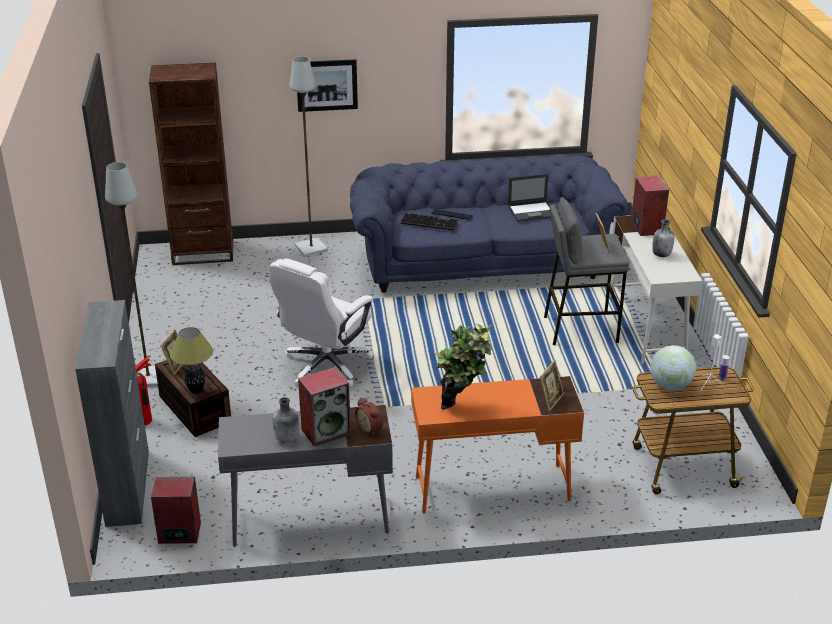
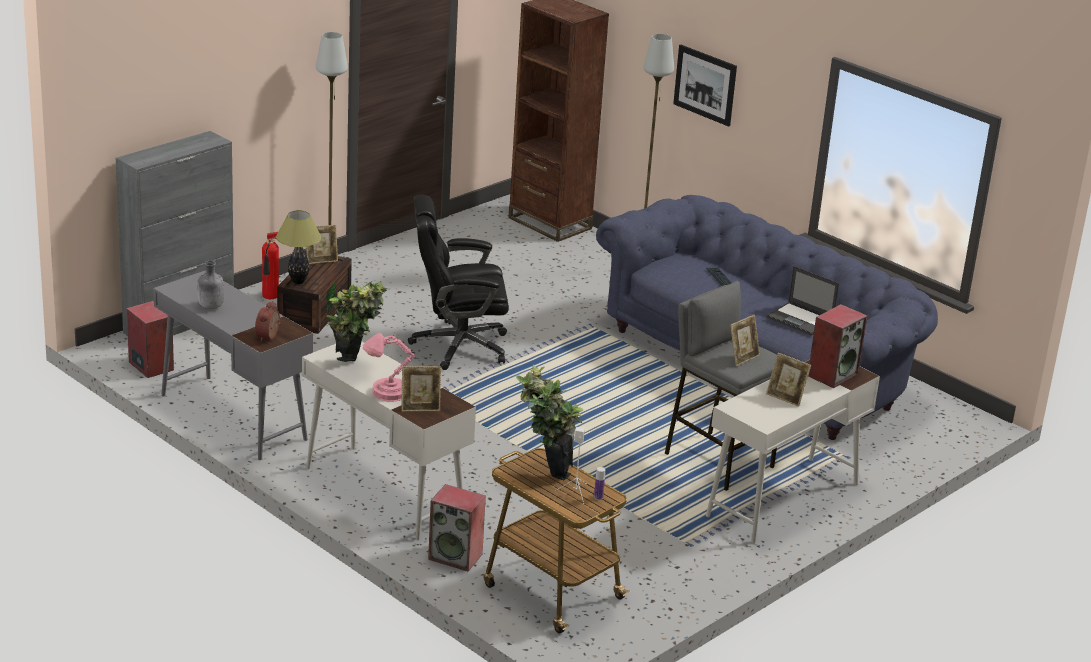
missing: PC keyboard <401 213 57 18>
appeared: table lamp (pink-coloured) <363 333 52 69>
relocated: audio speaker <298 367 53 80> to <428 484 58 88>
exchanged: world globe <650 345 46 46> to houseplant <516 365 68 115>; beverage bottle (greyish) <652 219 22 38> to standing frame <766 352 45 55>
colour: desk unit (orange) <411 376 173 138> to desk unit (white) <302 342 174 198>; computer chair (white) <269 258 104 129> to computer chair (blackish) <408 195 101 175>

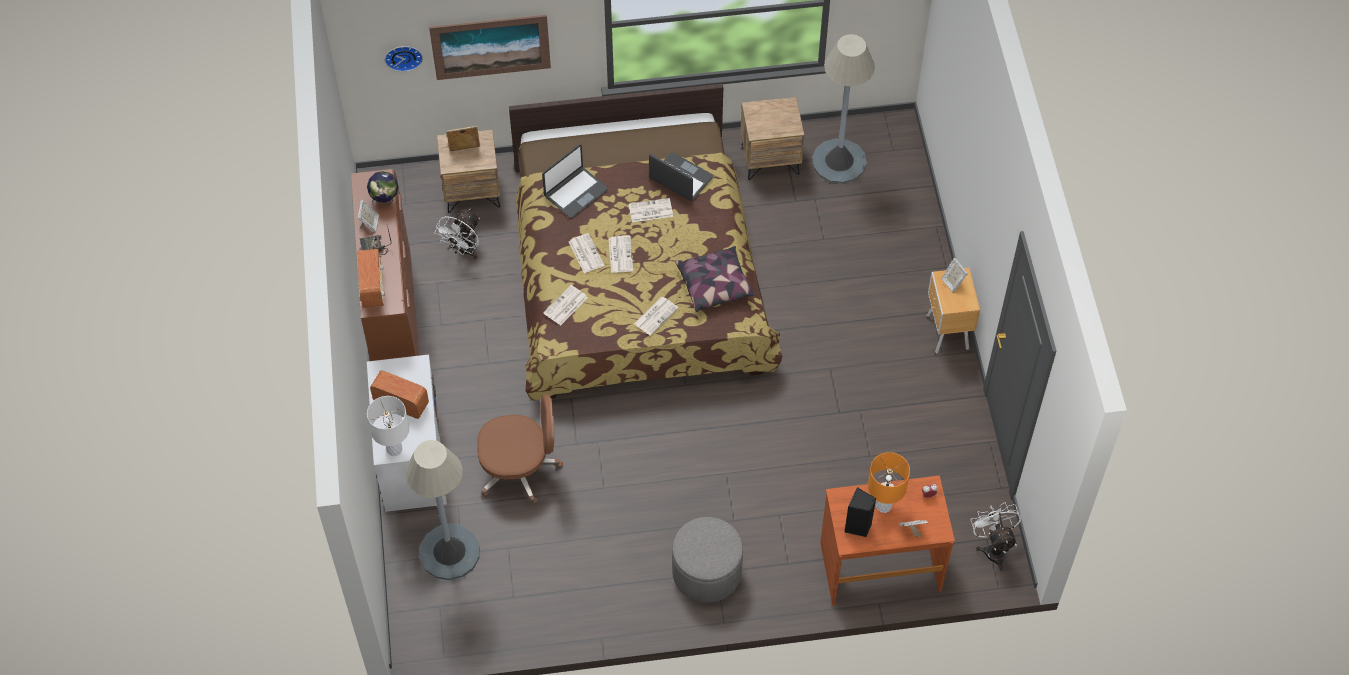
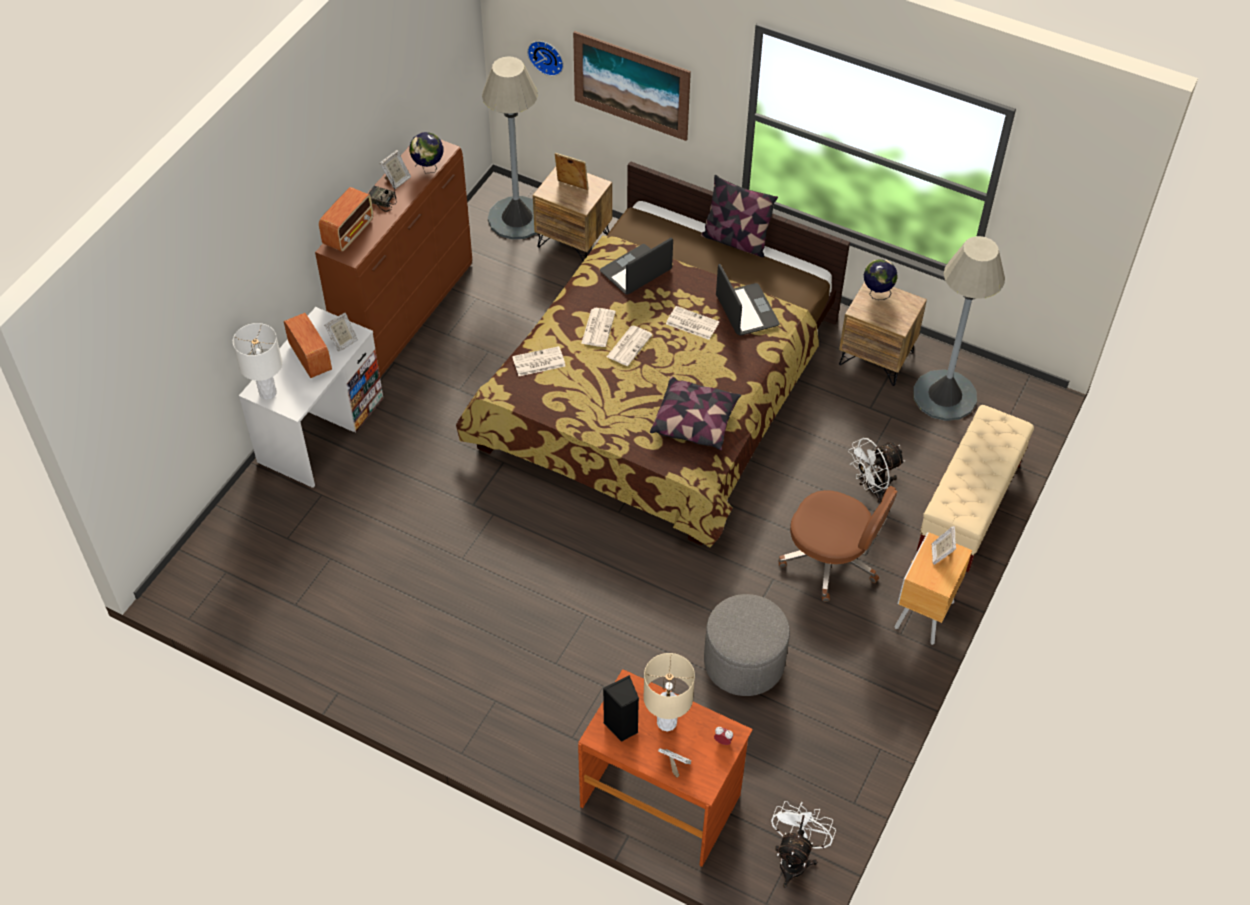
missing: newspaper <634 297 44 39>
appeared: standing frame <324 312 34 39>; pillow <701 175 77 83>; world globe <864 259 34 41>; bench (beige-coloured) <917 405 117 167>
relocated: standard lamp (greyish) <405 440 75 140> to <482 56 56 184>; footrest (greyish) <672 517 71 86> to <704 594 86 102>; computer chair (brownish) <477 394 86 111> to <778 486 120 116>; electric fan (white) <434 209 46 50> to <848 438 57 65>
colour: table lamp (orange) <868 452 42 61> to table lamp (beige-coloured) <643 653 52 78>
spun: laptop <542 144 66 74> = <600 238 73 57> 150 degrees clockwise

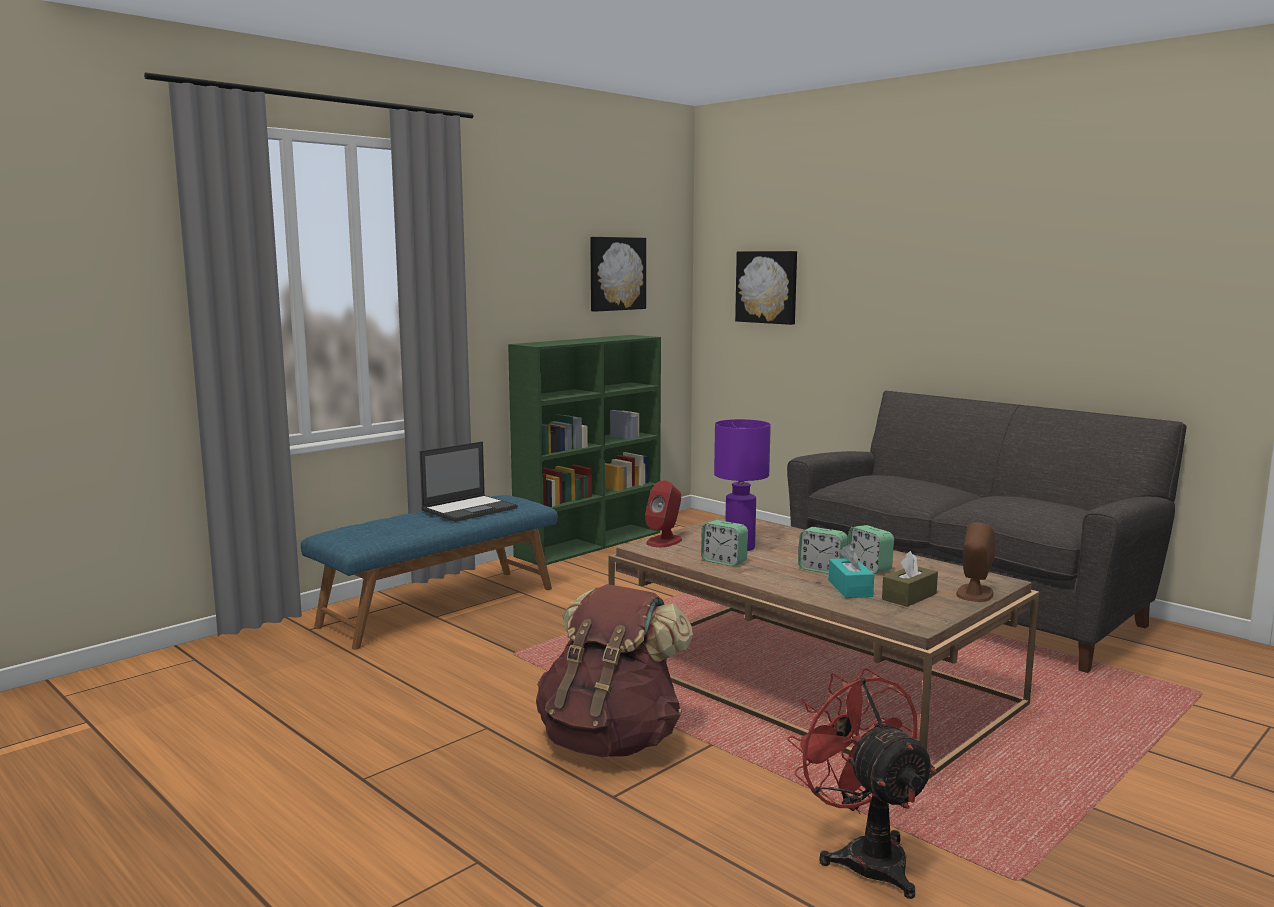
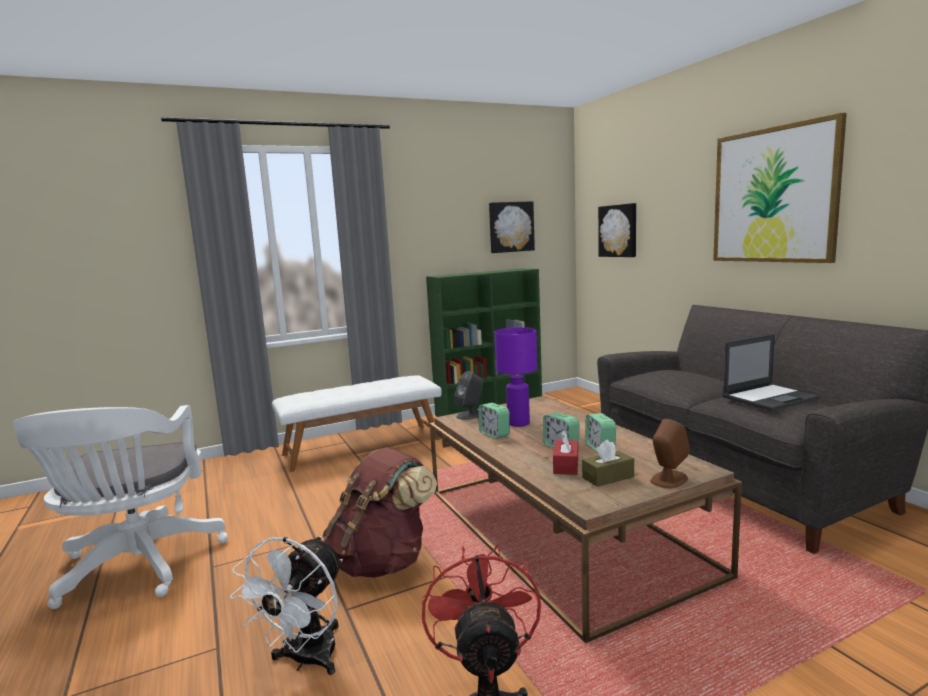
appeared: computer chair (white) <13 405 215 204>; electric fan (white) <230 536 113 139>; wall picture <713 113 134 150>
relocated: laptop <419 441 99 81> to <723 334 98 77>
colour: bench (blue) <301 495 257 155> to bench (white) <272 375 170 97>; audio speaker (red) <645 480 37 67> to audio speaker (greyish) <454 371 29 49>; box of tissues (turquoise) <828 544 46 54> to box of tissues (red) <553 430 25 45>

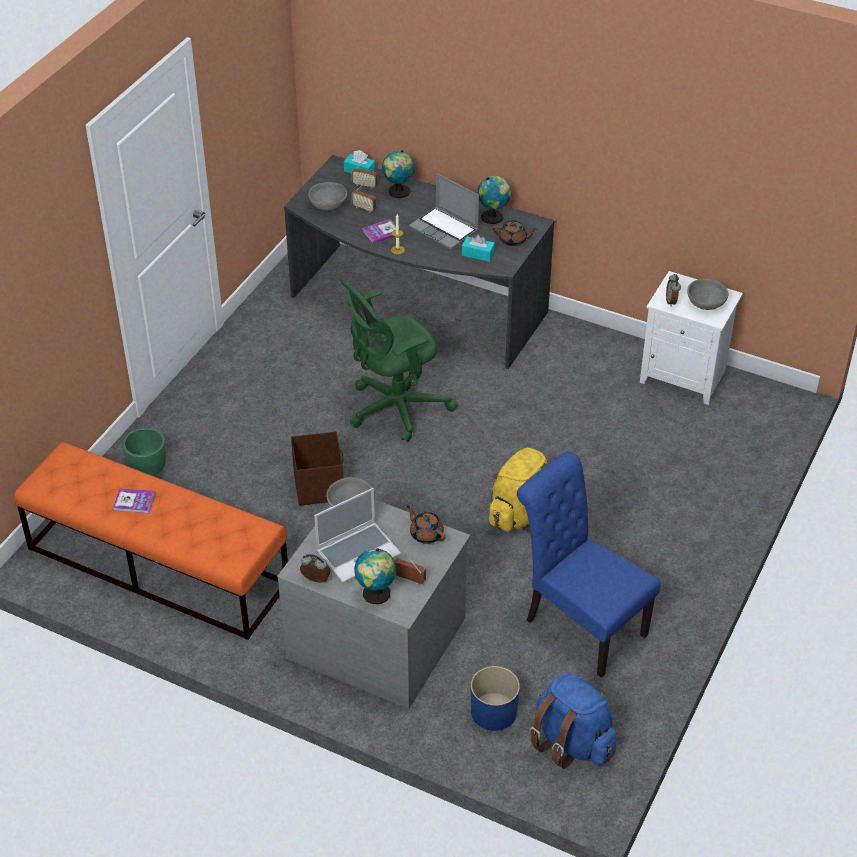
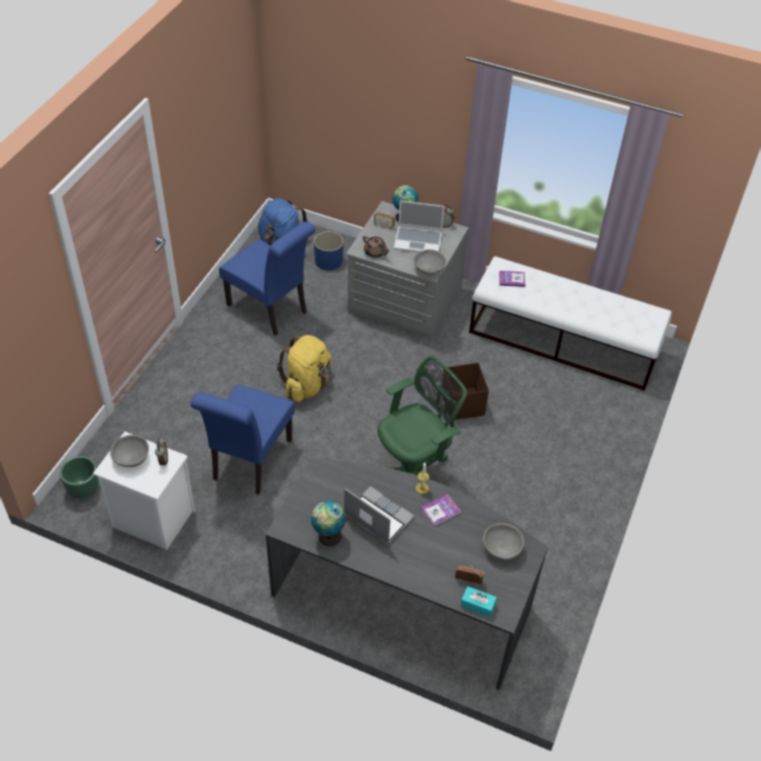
missing: radio <351 182 25 31>; world globe <382 150 33 48>; box of tissues (turquoise) <462 235 33 27>; teapot (brownish) <492 220 45 26>
appeared: plain chair (blue) <190 384 105 111>
relocated: plant pot (green) <122 428 44 48> to <60 456 39 42>; book <113 488 42 25> to <499 271 26 16>
colour: bench (orange) <14 442 274 198> to bench (white) <469 256 203 135>
spun: laptop <314 488 87 95> = <394 201 51 51> 135 degrees counterclockwise

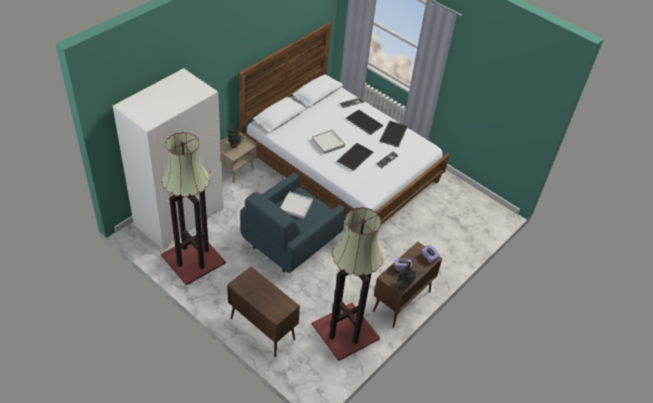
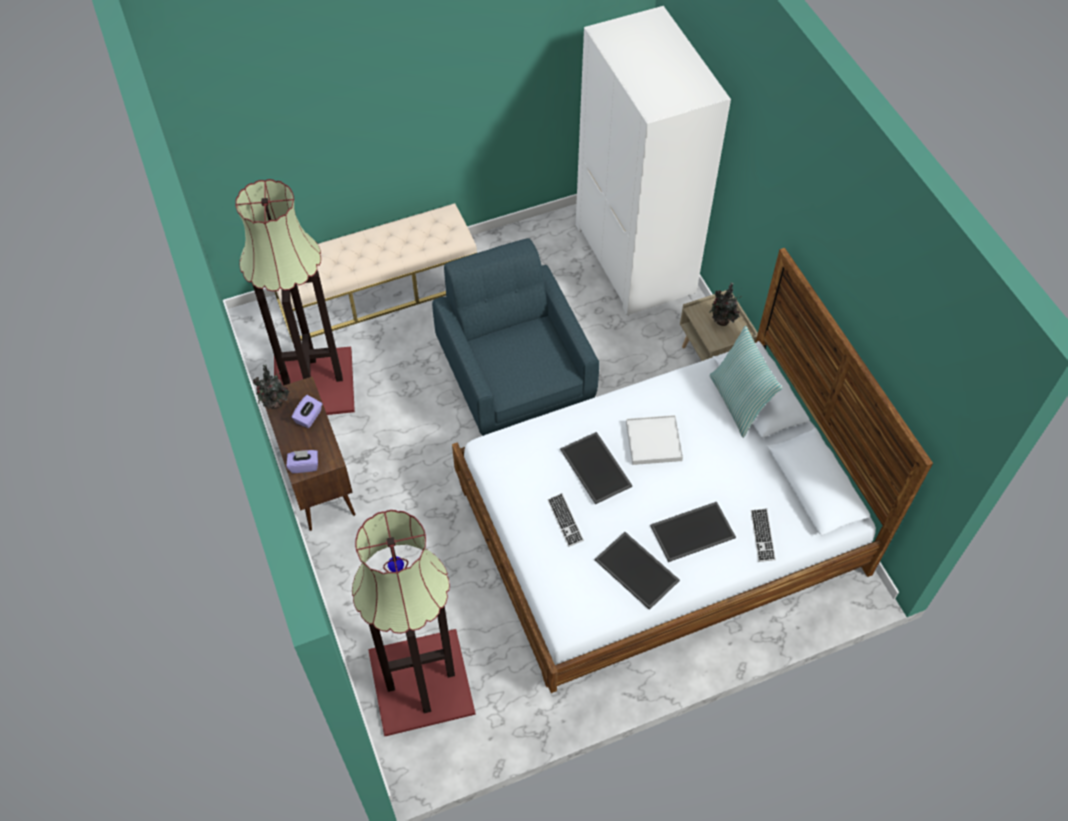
missing: carrying tray (white) <280 191 33 28>
appeared: pillow <710 326 72 112>
relocated: standard lamp <161 132 65 153> to <352 510 124 226>
exchanged: cupboard (brownish) <227 267 73 90> to bench (beige-coloured) <275 203 202 139>

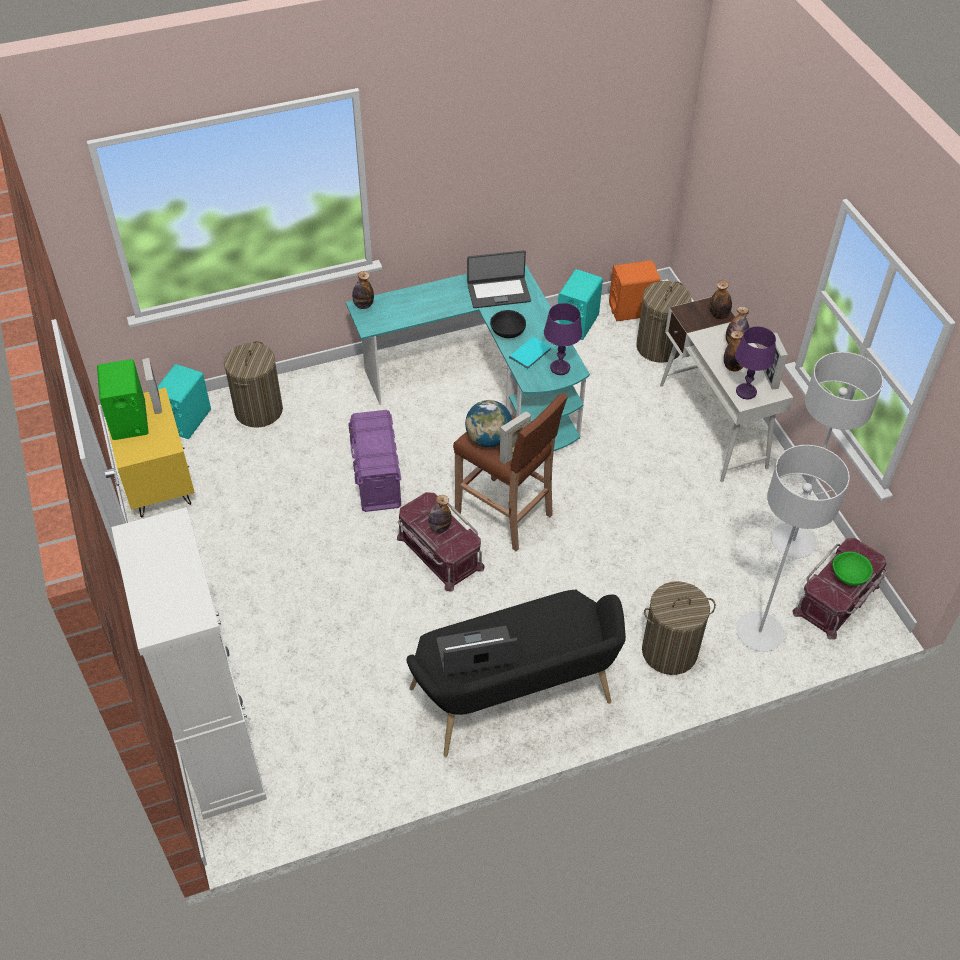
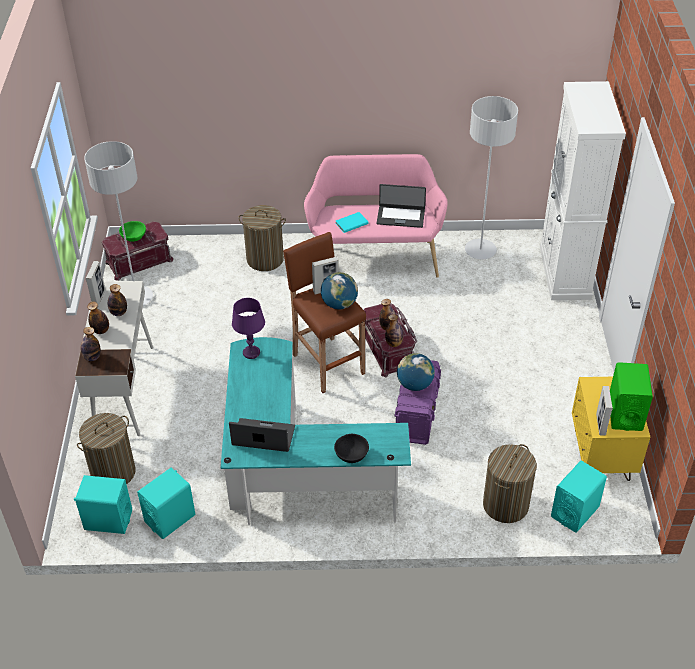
missing: table lamp (purplish) <735 326 41 73>
appeared: world globe <397 353 38 38>
relocated: bowl (blackish) <490 310 36 28> to <334 434 35 29>; book (turquoise) <509 337 42 33> to <336 212 33 21>; beverage bottle <352 271 22 38> to <385 314 18 33>; standard lamp (greyish) <736 445 114 207> to <465 96 53 163>
colour: audio speaker (orange) <609 260 52 61> to audio speaker (turquoise) <74 475 58 59>; bench (blackish) <407 589 219 168> to bench (pink-coloured) <304 154 144 124>

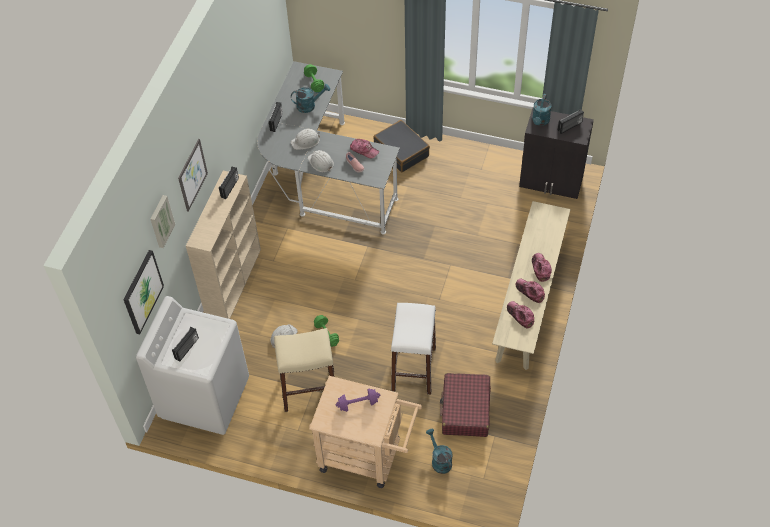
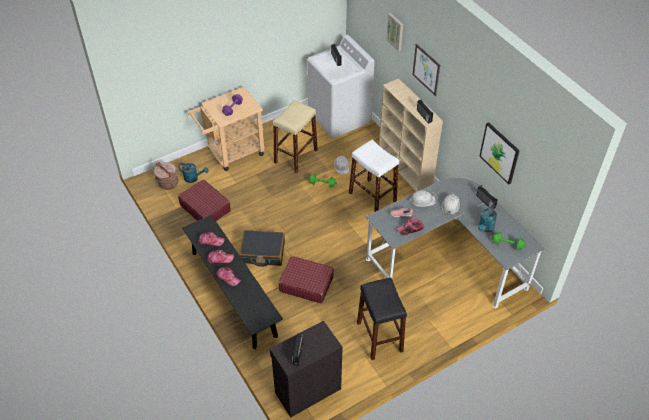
missing: watering can (turquoise) <532 94 19 32>
appeared: water bucket (brownish) <154 162 25 28>; piece of luggage (red) <278 256 56 47>; stool seat (blackish) <357 278 50 82>
relocated: piece of luggage (blackish) <373 120 57 52> to <240 230 45 37>; stool seat (white) <391 303 45 92> to <349 140 50 72>; wall picture <123 250 41 84> to <480 122 40 62>
colour: bench (beige-coloured) <492 201 79 169> to bench (blackish) <182 215 101 134>

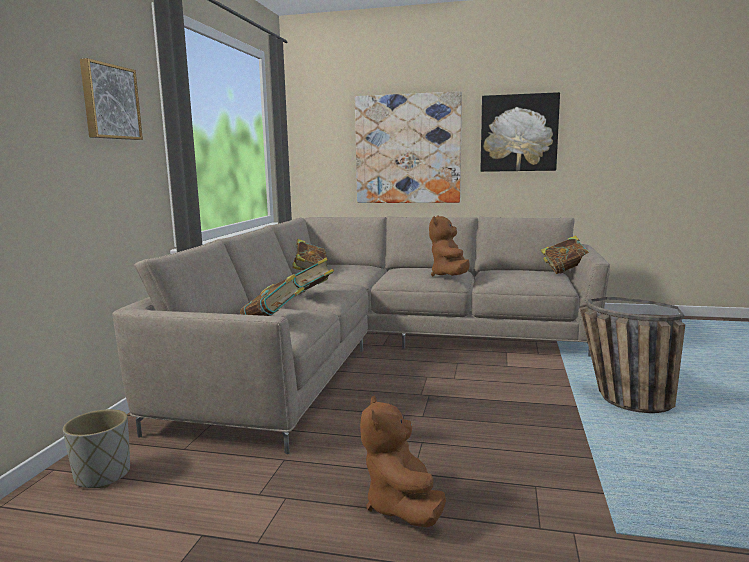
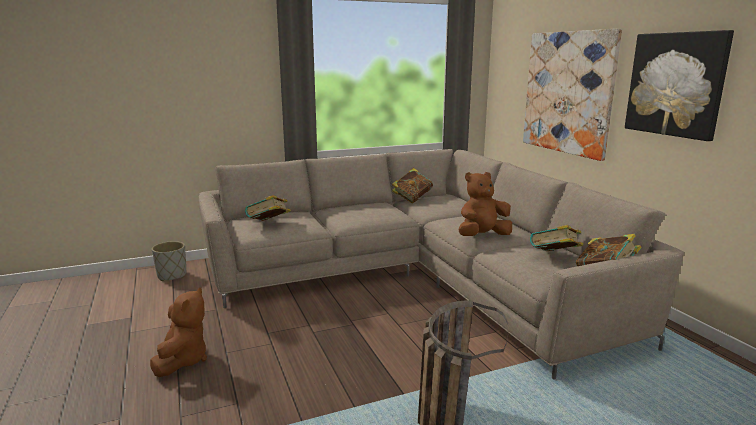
missing: wall picture <80 58 63 82>
relocated: book <292 258 42 37> to <530 225 53 26>
spun: soft toy (brownish) <360 396 86 131> = <150 287 57 90> 135 degrees clockwise

